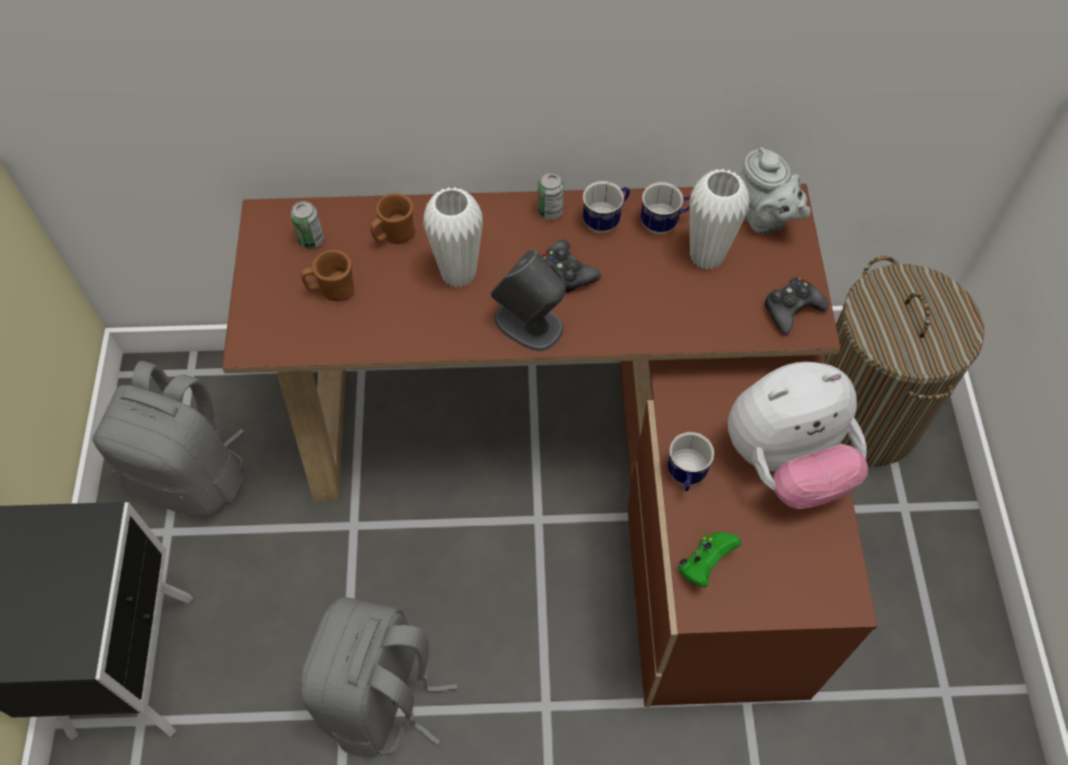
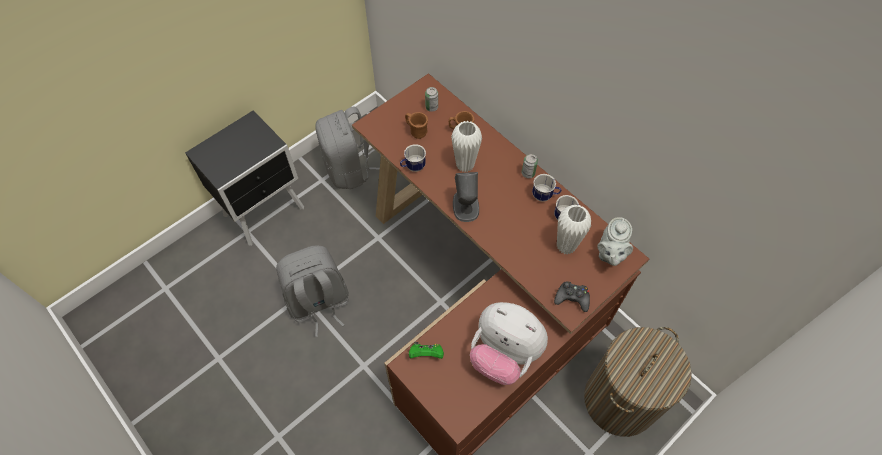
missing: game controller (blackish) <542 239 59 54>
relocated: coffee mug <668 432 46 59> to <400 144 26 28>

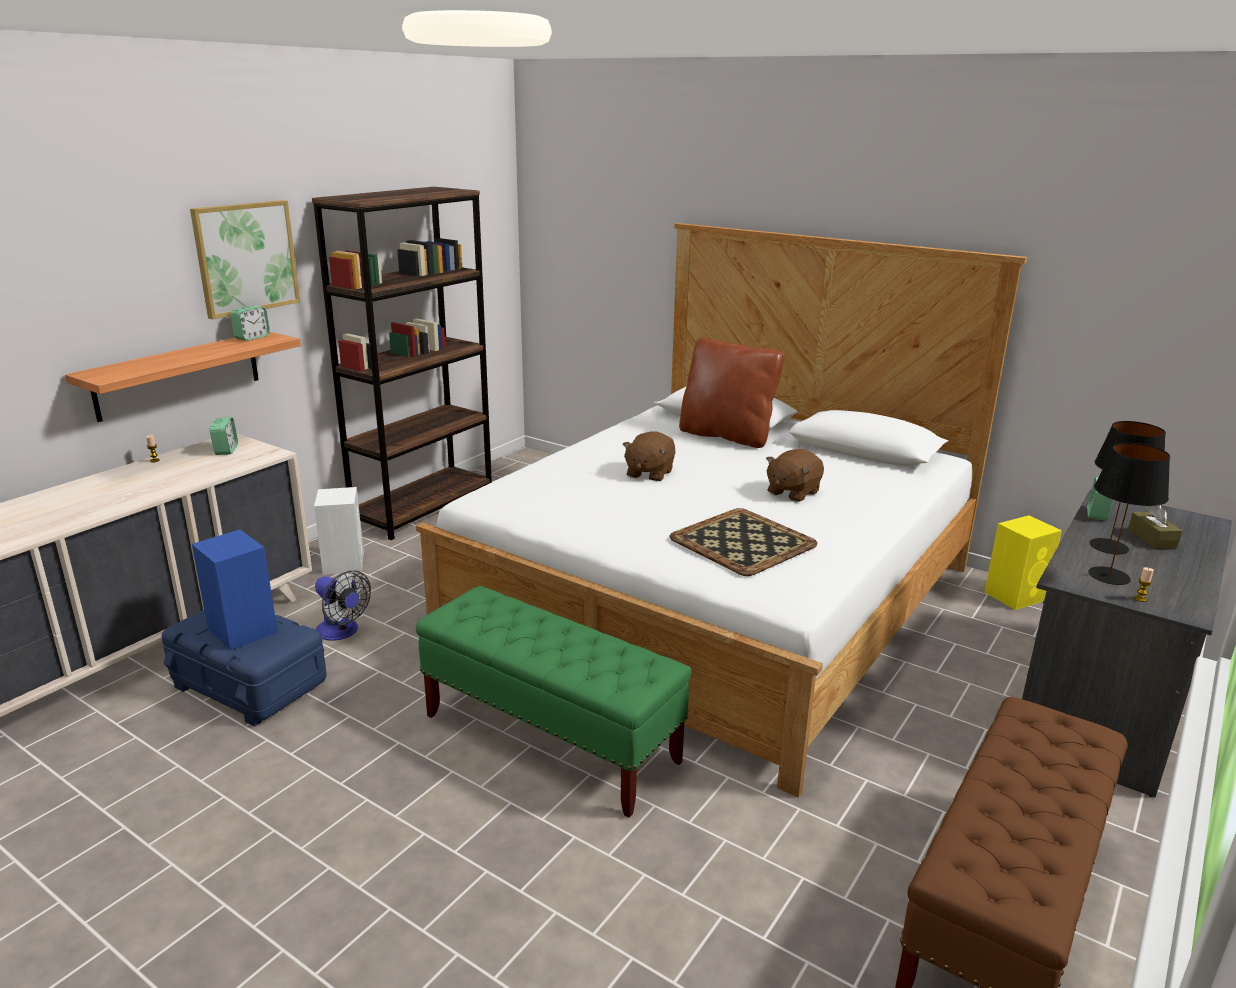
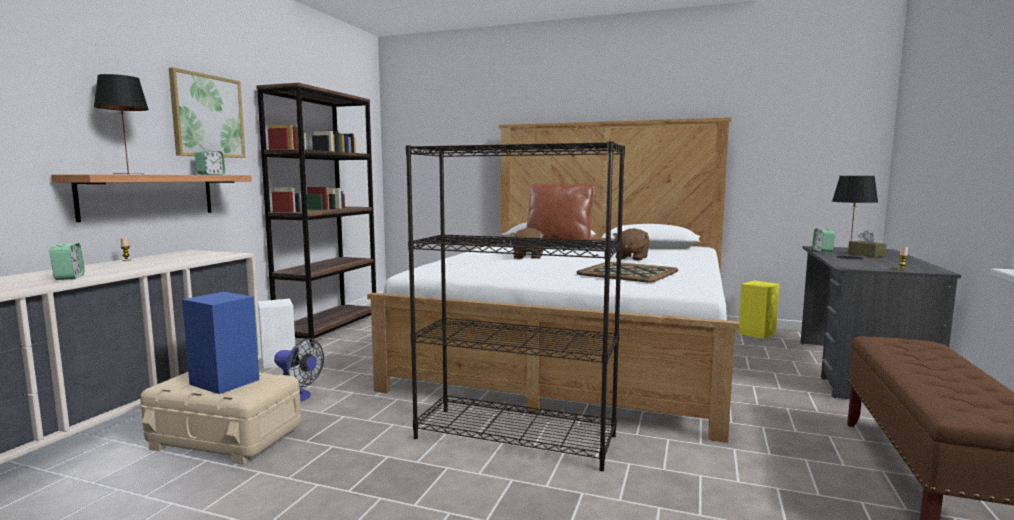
relocated: bedside clock <210 417 28 38> to <49 243 36 37>; table lamp (blackish) <1088 443 82 142> to <93 74 56 100>
exchanged: bench (green) <416 586 276 232> to shelving unit (blackish) <406 141 219 330>
colour: storage container (blue) <162 610 165 117> to storage container (beige-coloured) <140 372 161 93>

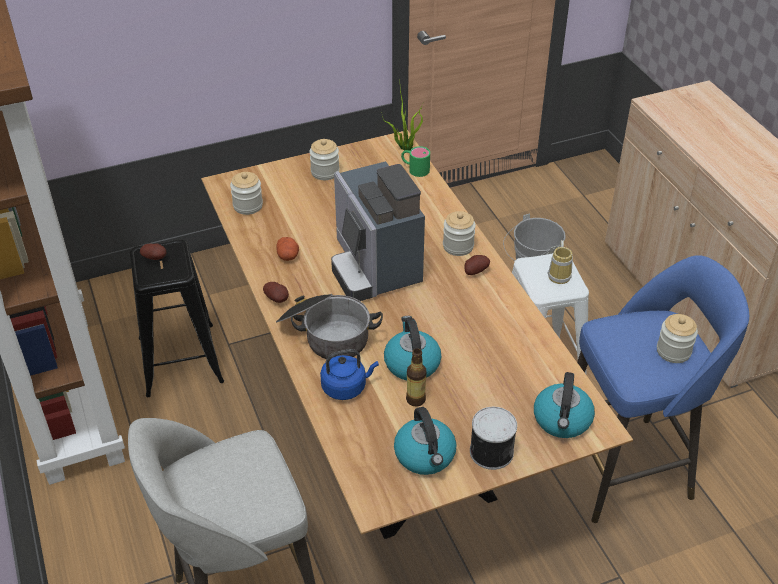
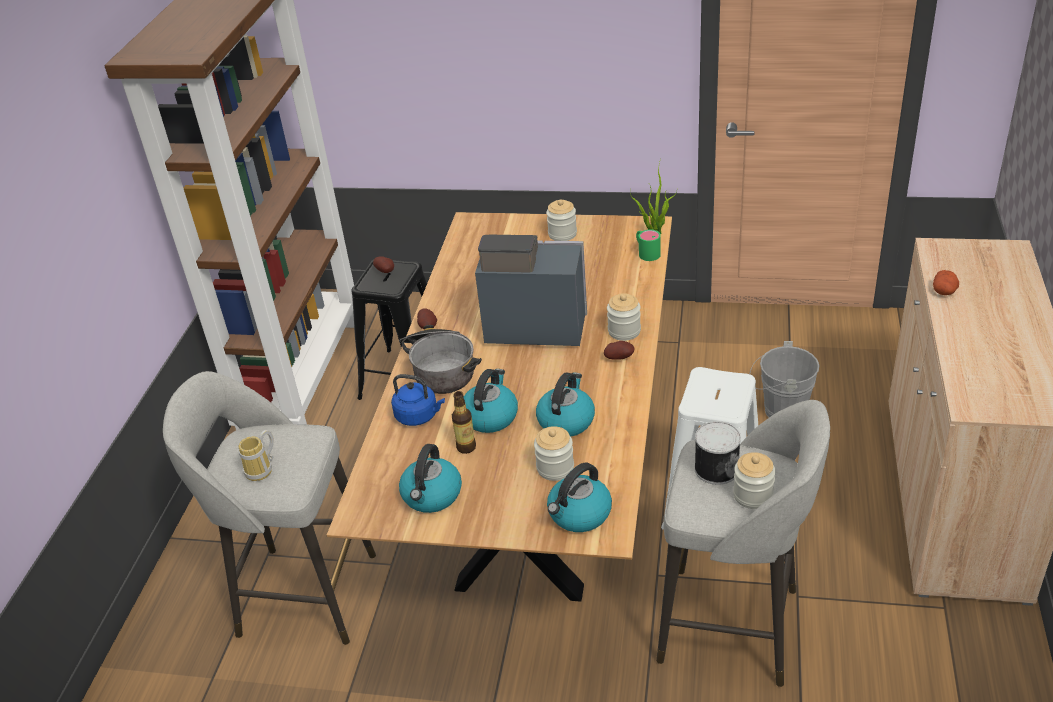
appeared: kettle <536 372 59 65>
relocated: coffee mug <548 240 25 44> to <239 430 35 51>; jar <230 172 33 43> to <534 426 40 55>; metal can <470 407 47 63> to <694 421 47 64>; potato <276 237 23 24> to <933 270 26 25>
colour: stool seat (blue) <577 255 172 268> to stool seat (greyish) <656 400 174 287>
spun: coffee maker <331 161 94 140> = <475 235 112 111> 90 degrees clockwise

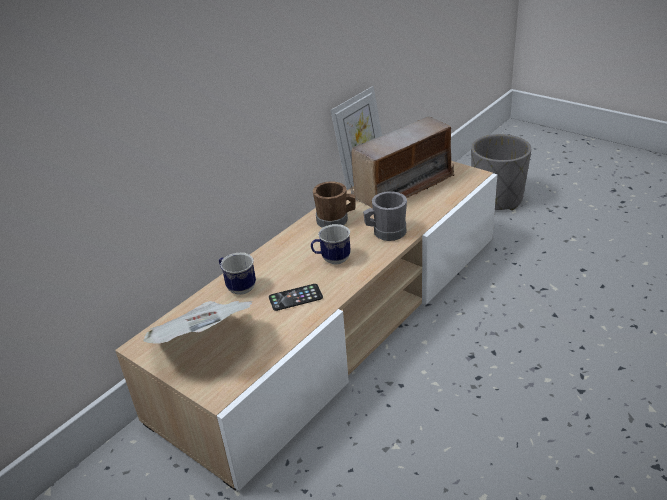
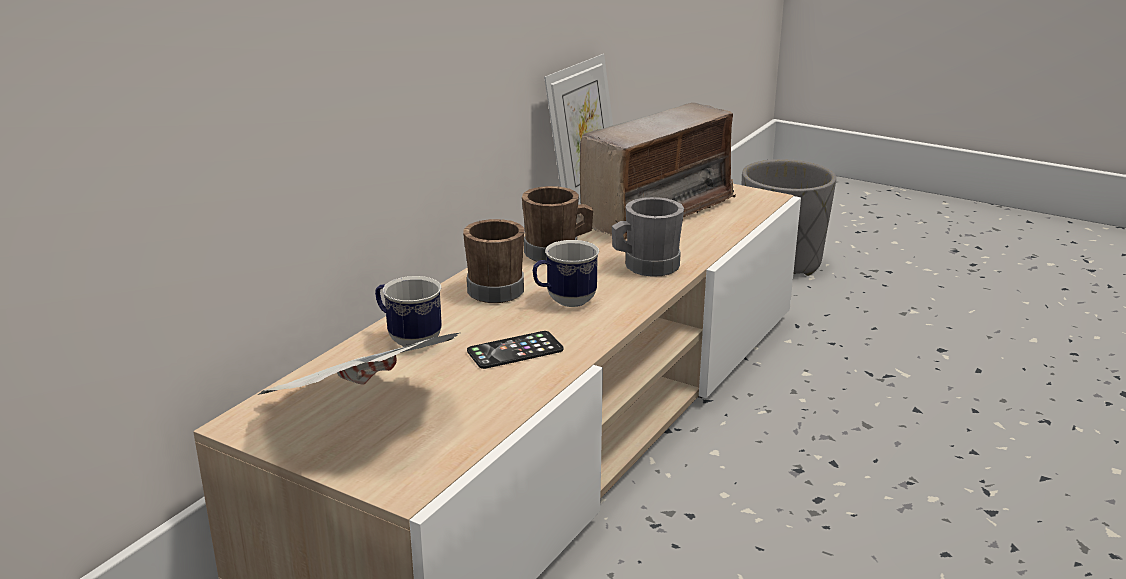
appeared: coffee mug (brownish) <463 219 61 84>

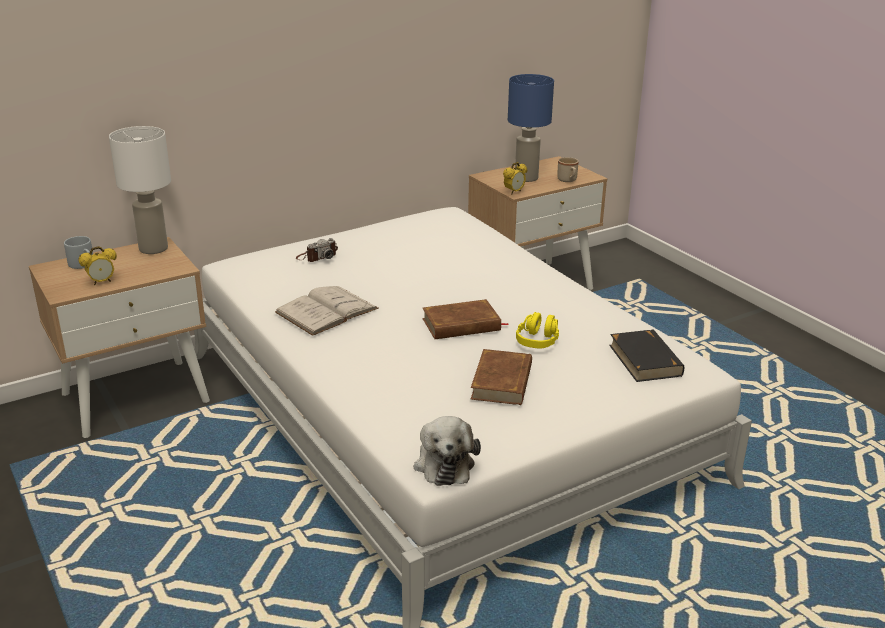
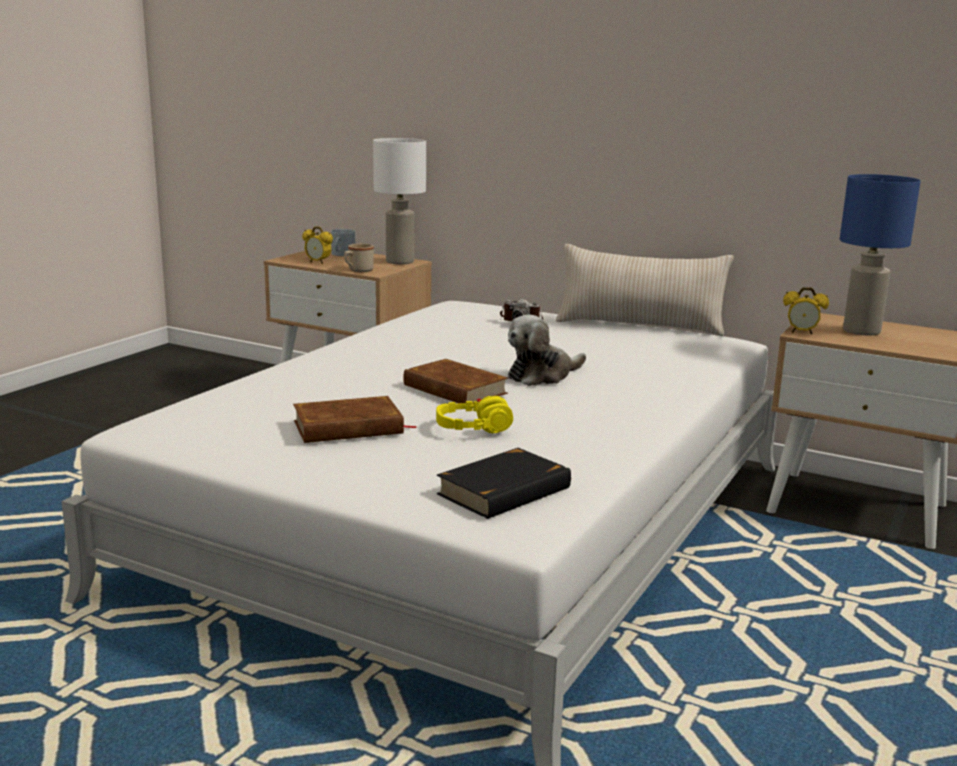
missing: book (white) <275 286 104 50>
appeared: pillow (beige-coloured) <556 244 178 92>
relocated: coffee mug (beige-coloured) <557 157 22 25> to <344 243 30 29>; soft toy <413 416 68 70> to <508 315 78 71>

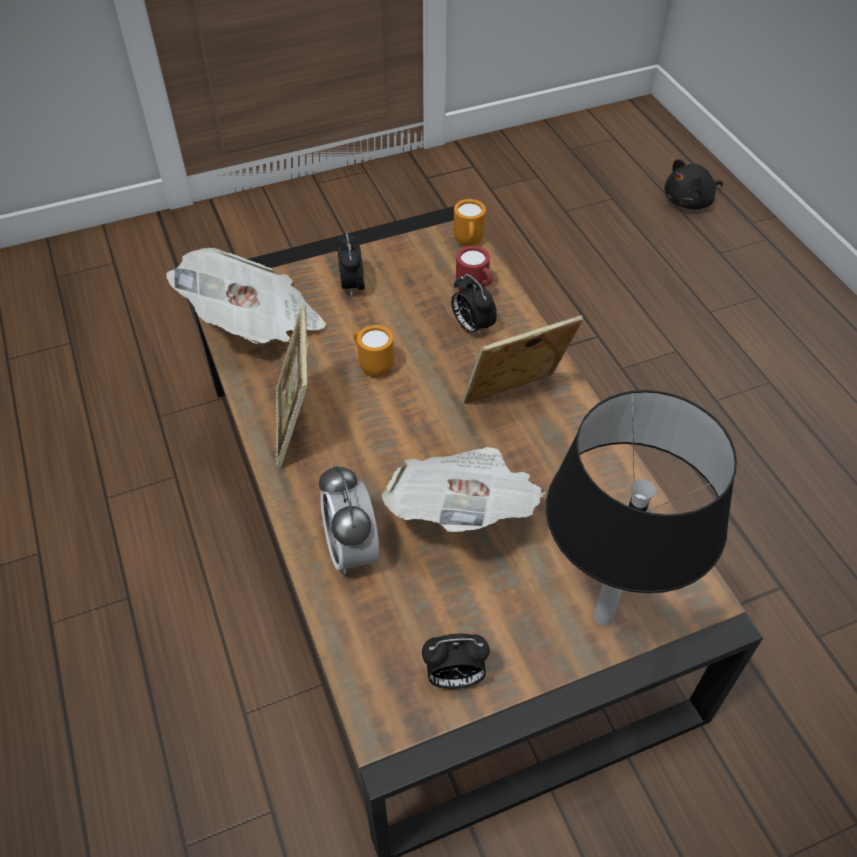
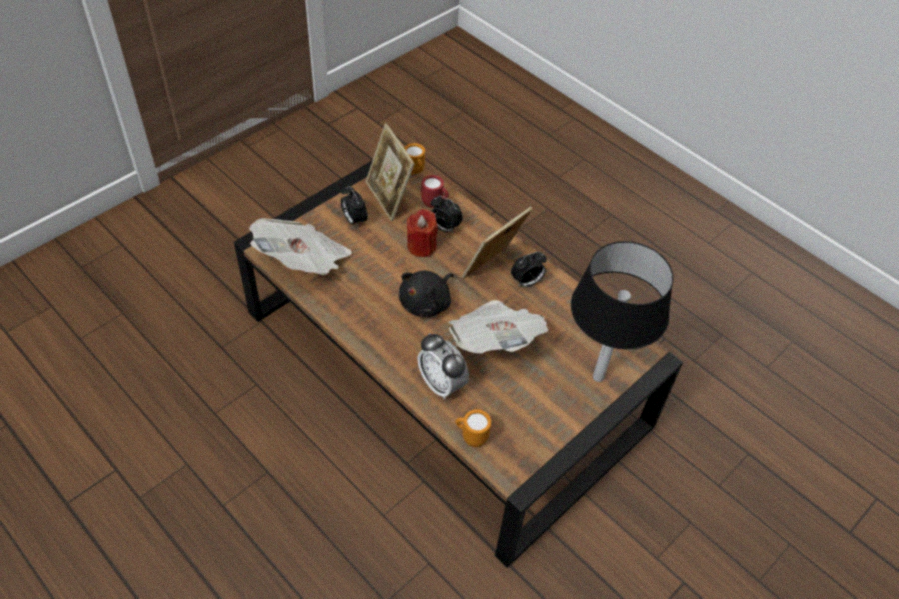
appeared: candle (red) <407 209 31 48>
relocated: standing frame <275 305 33 164> to <365 124 50 97>; soft toy (blackish) <664 159 59 51> to <399 270 55 46>; coffee mug (orange) <353 325 41 52> to <455 409 36 38>; bedside clock <422 634 68 55> to <511 251 36 36>

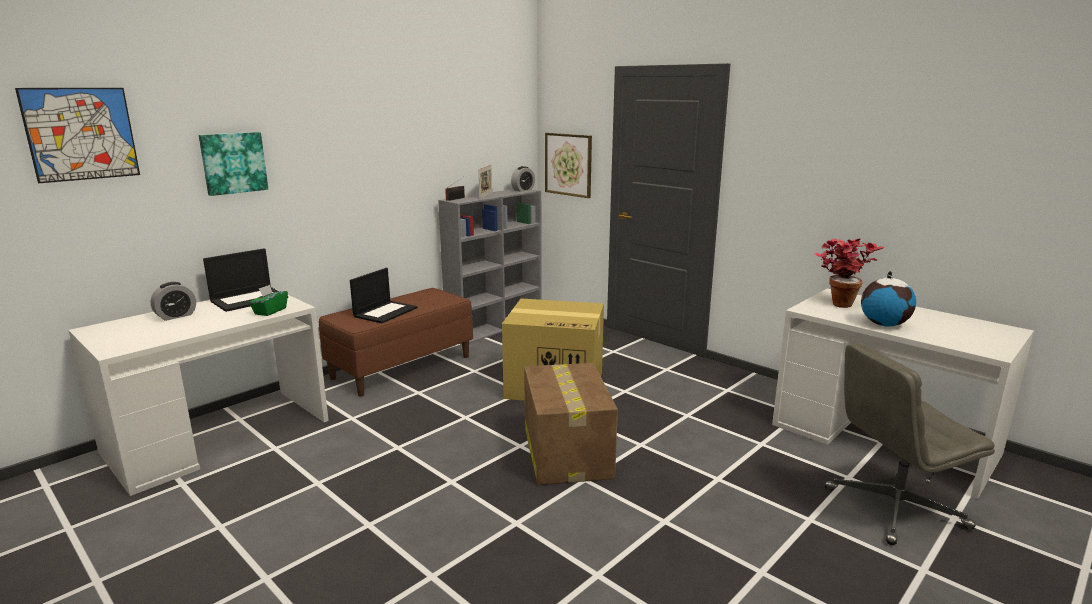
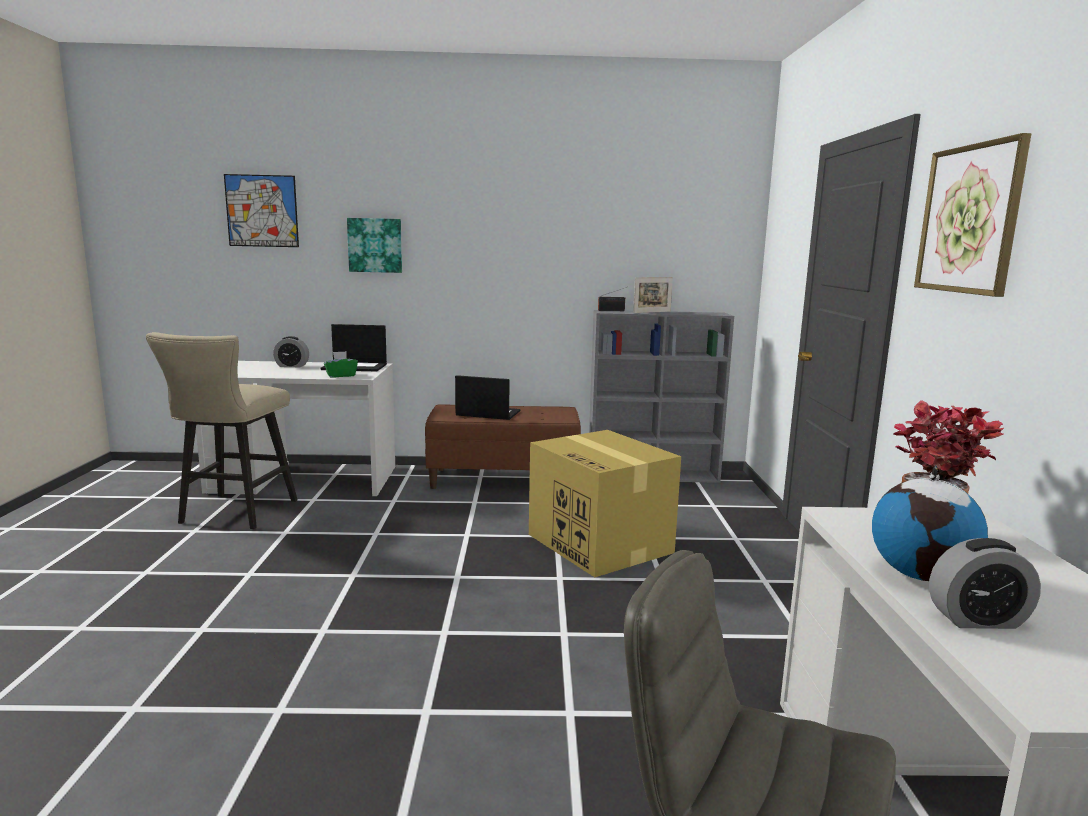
missing: cardboard box <524 363 94 122>
appeared: stool seat (beige-coloured) <146 332 152 197>
relocated: wall picture <545 133 47 65> to <914 133 117 164>; bedside clock <511 166 24 25> to <929 538 112 91>
spun: laptop <350 268 68 55> = <455 375 65 45> 150 degrees counterclockwise

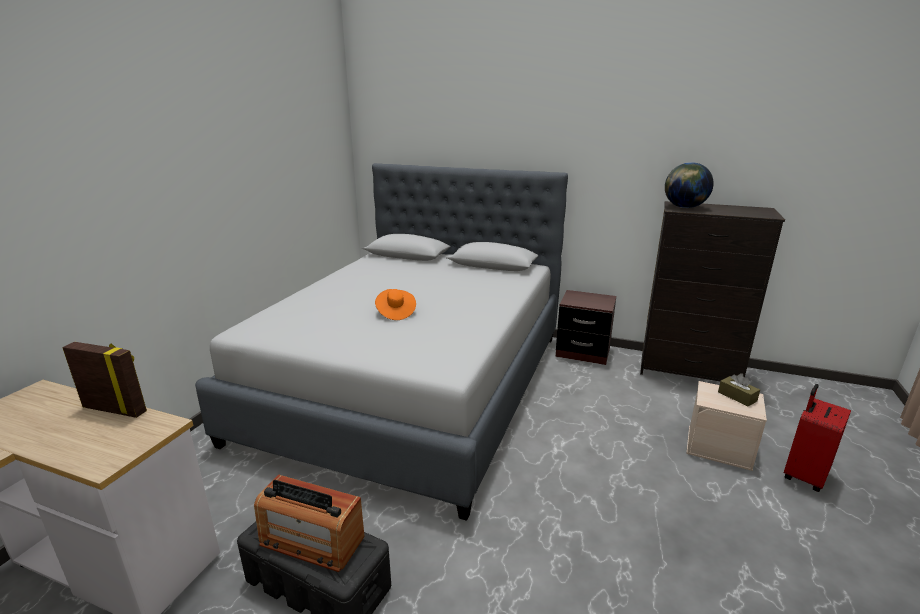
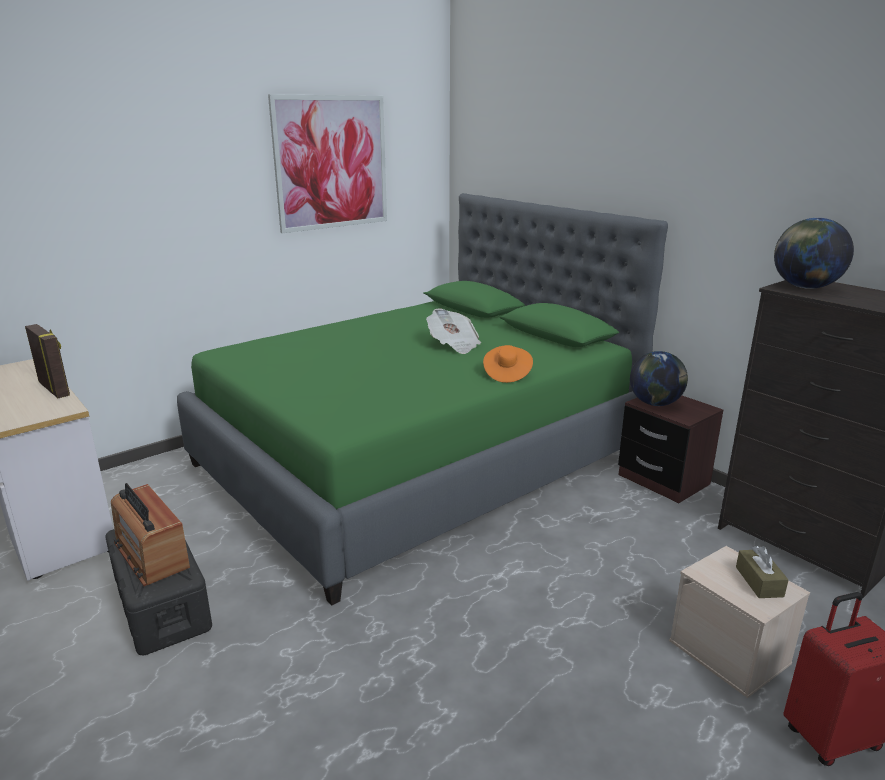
appeared: wall picture <268 94 119 139>; newspaper <426 308 55 46>; world globe <630 351 58 55>
relocated: wearable hat (orange) <375 289 41 31> to <483 345 50 38>
colour: bed (greyish) <195 163 373 358> to bed (green) <177 193 491 412>

